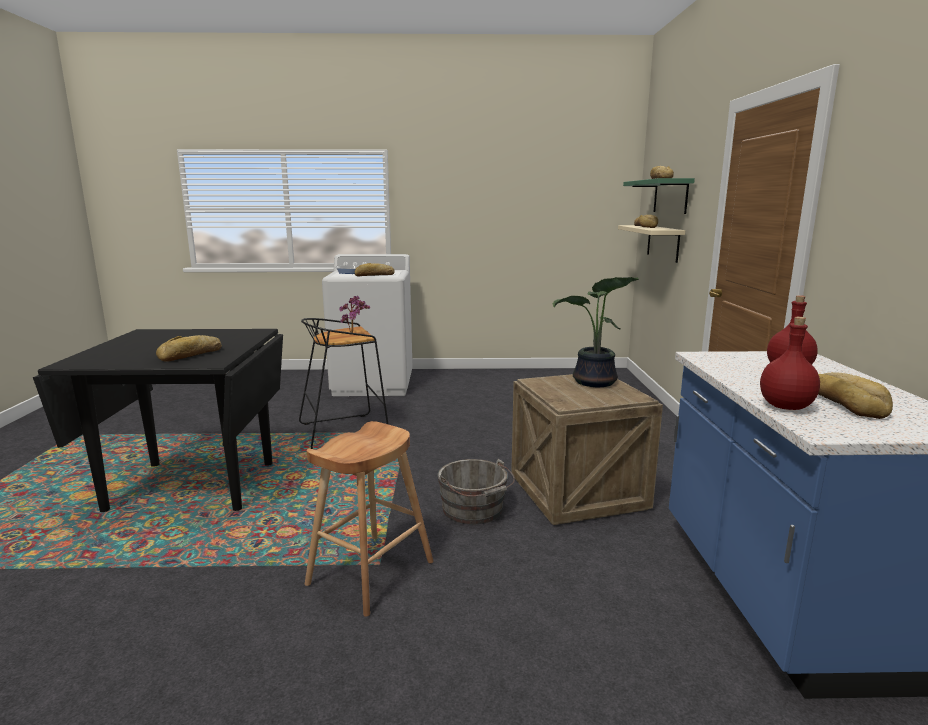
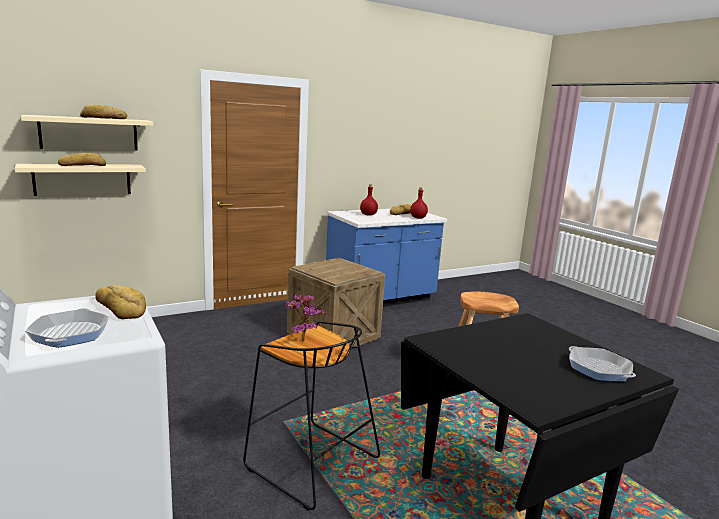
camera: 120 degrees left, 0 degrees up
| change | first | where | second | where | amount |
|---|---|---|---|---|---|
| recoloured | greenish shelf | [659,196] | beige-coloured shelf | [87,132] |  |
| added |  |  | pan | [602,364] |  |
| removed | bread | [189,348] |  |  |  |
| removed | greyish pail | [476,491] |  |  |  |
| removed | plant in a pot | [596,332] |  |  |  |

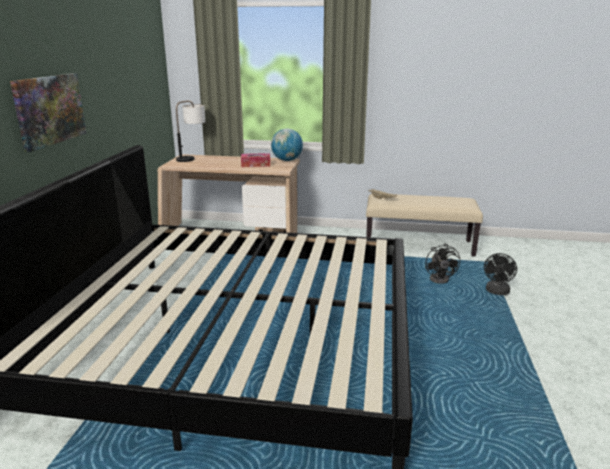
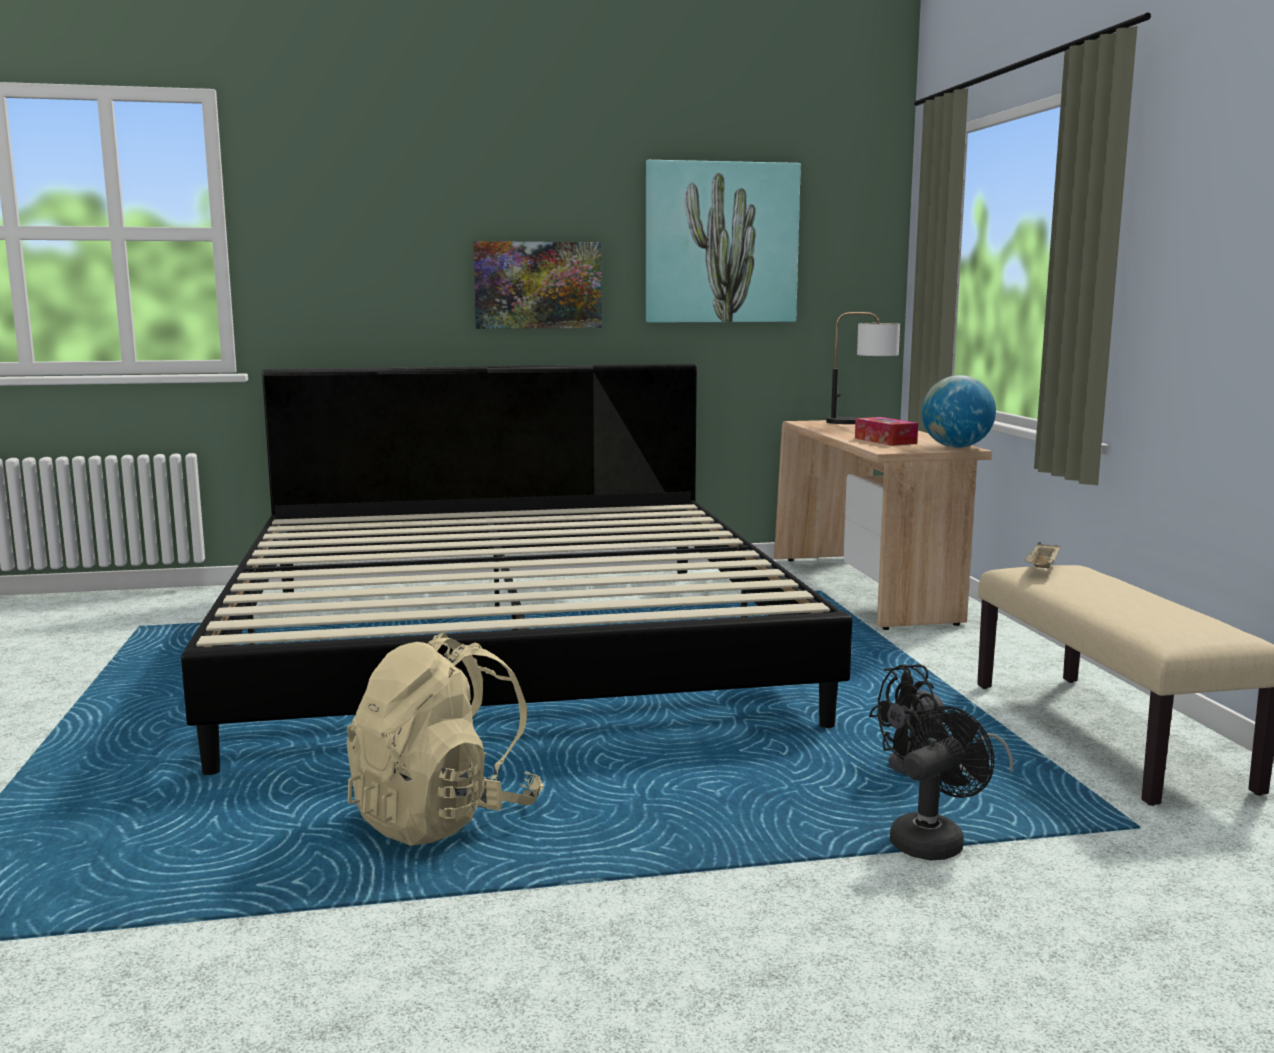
camera: 70 degrees right, 10 degrees down
| change | first | where | second | where | amount |
|---|---|---|---|---|---|
| added |  |  | beige-coloured backpack | [444,739] |  |
| added |  |  | picture | [723,241] |  |
| turned | black fan | [500,274] |  | [942,783] | 135 degrees clockwise |

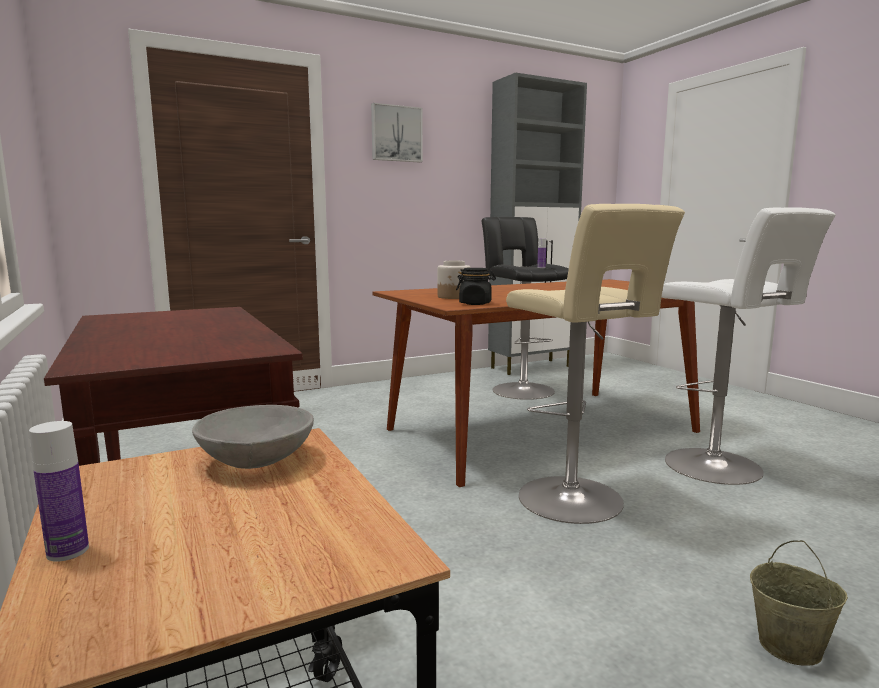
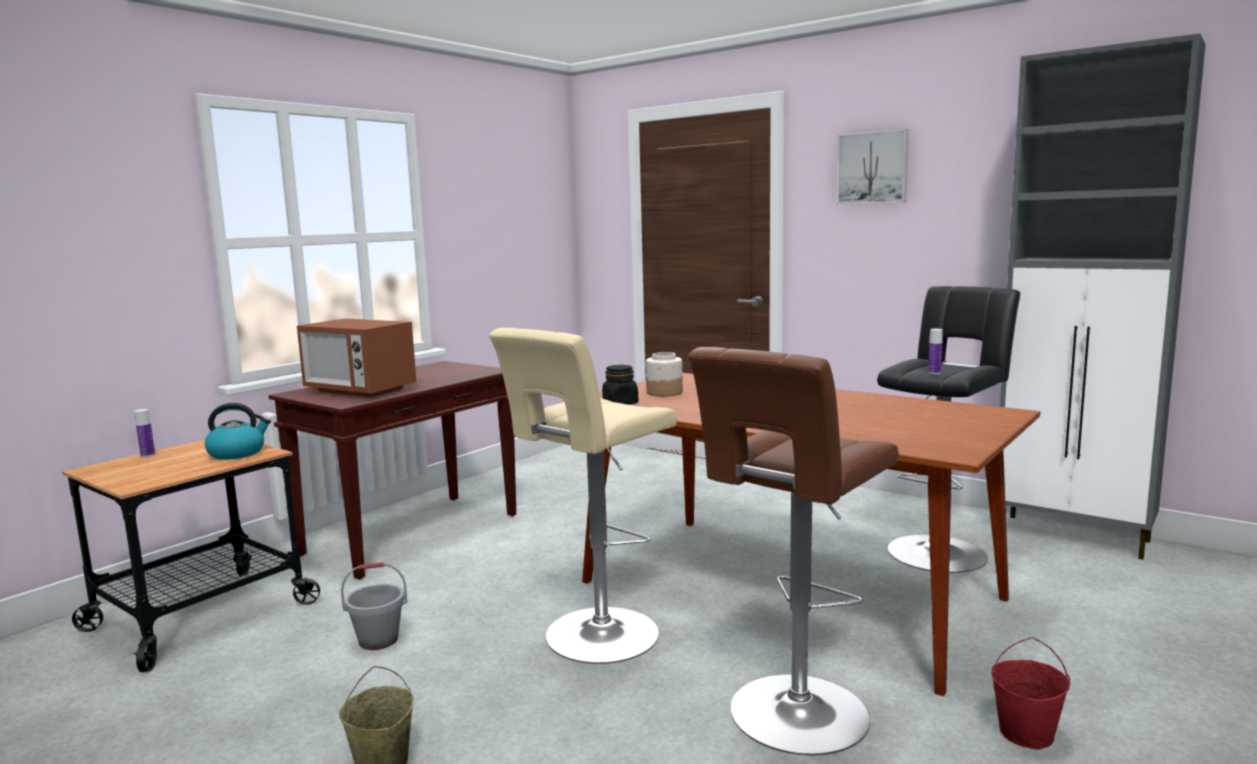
camera: 65 degrees right, 0 degrees up
| change | first | where | second | where | amount |
|---|---|---|---|---|---|
| replaced | greyish serving bowl | [253,437] | kettle | [238,431] |  |
| added |  |  | microwave oven | [357,357] |  |
| added |  |  | greyish pail | [374,606] |  |
| recoloured | whitish stool | [748,346] | brown stool | [793,551] |  |
| added |  |  | red pail | [1030,693] |  |

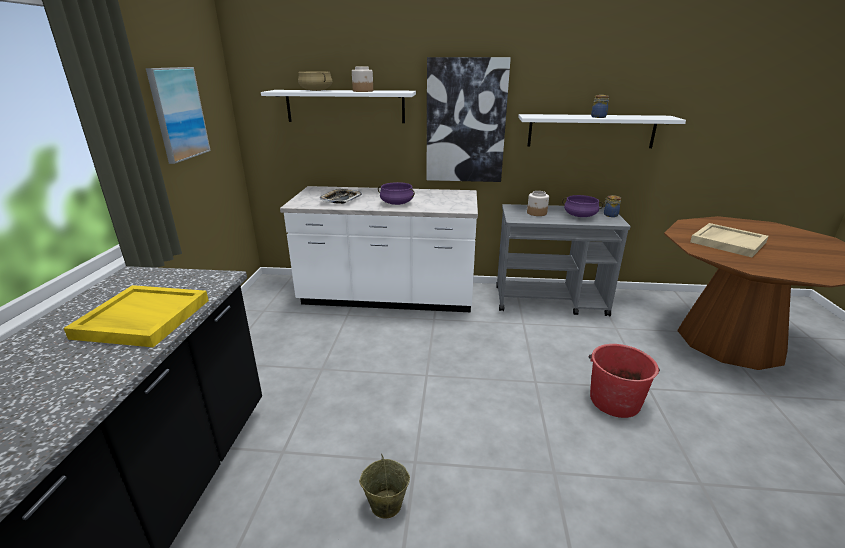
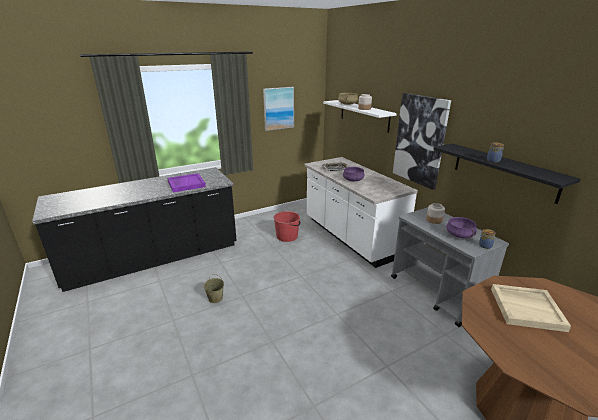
camera: 55 degrees right, 0 degrees up
| change | first | where | second | where | amount |
|---|---|---|---|---|---|
| recoloured | yellow-coloured tray | [136,316] | purple-coloured tray | [187,182] |  |
| moved | red pail | [624,381] |  | [287,226] |  |
| recoloured | whitish shelf | [602,131] | black shelf | [507,173] |  |

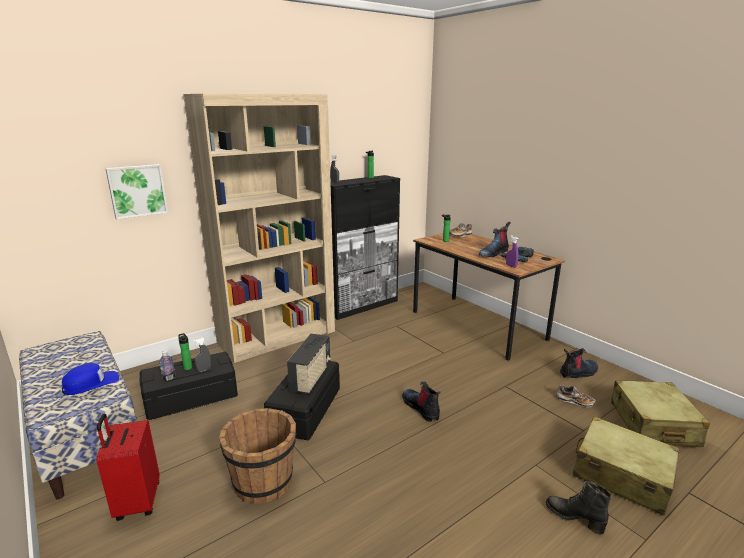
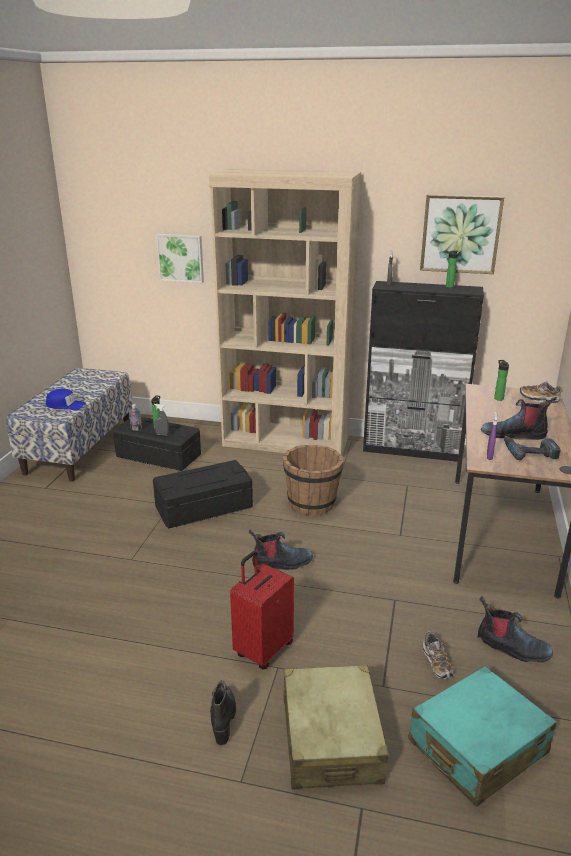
camera: 50 degrees right, 5 degrees up
| change | first | where | second | where | amount |
|---|---|---|---|---|---|
| moved | red piece of luggage | [128,467] |  | [262,610] |  |
| turned | boot | [421,401] |  | [281,550] | 60 degrees clockwise |
| moved | brown pail | [257,456] |  | [313,480] |  |
| recoloured | beige-coloured piece of luggage | [660,413] | blue-green piece of luggage | [482,736] |  |
| added |  |  | picture | [462,234] |  |
| removed | radio | [309,364] |  |  |  |

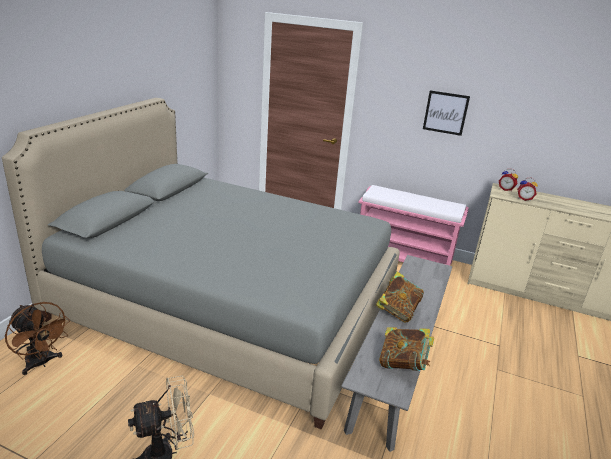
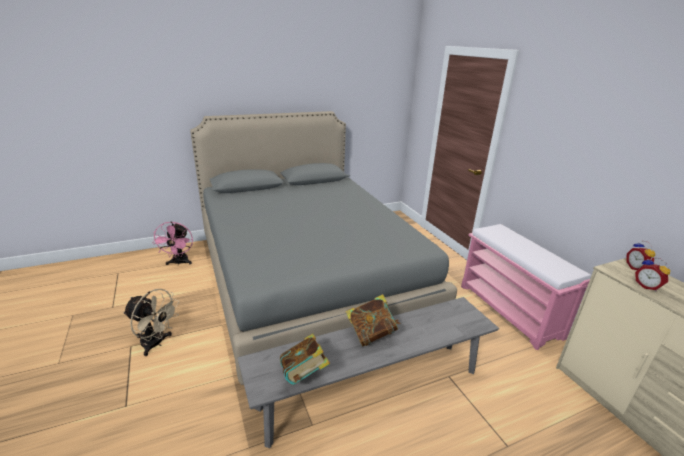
camera: 45 degrees right, 0 degrees up
| change | first | where | second | where | amount |
|---|---|---|---|---|---|
| recoloured | brown fan | [37,338] | pinkish fan | [172,243] |  |
| removed | picture | [446,113] |  |  |  |

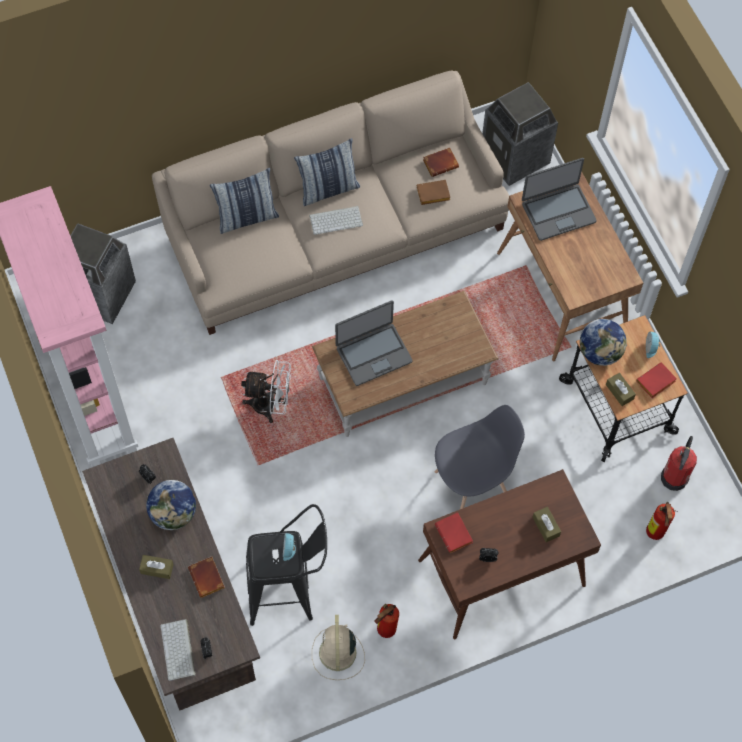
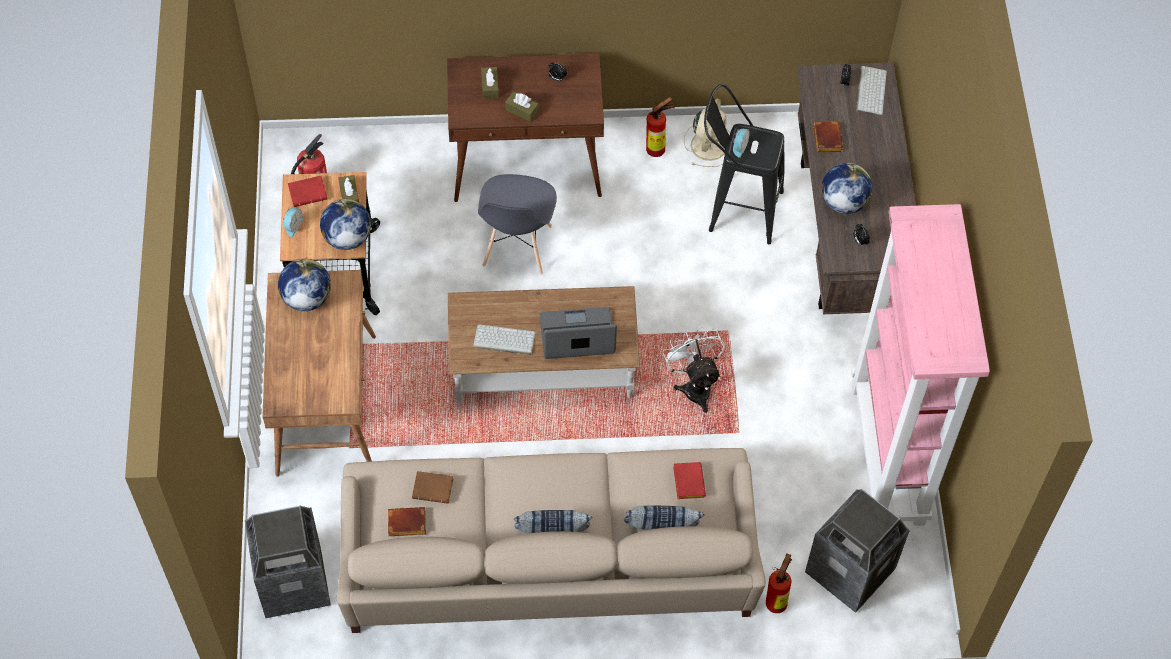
camera: 160 degrees left, 5 degrees down
| change | first | where | second | where | amount |
|---|---|---|---|---|---|
| added |  |  | globe | [304,285] |  |
| moved | PC keyboard | [336,220] |  | [504,339] |  |
| turned | greyish plain chair | [479,457] |  | [517,224] | 75 degrees counterclockwise |
| moved | brown tissue box | [156,567] |  | [522,106] |  |
| turned | whitish fan | [266,391] |  | [694,369] | 45 degrees clockwise |
| moved | red bound book | [454,532] |  | [689,480] |  |
| moved | extinguisher | [662,521] |  | [779,583] |  |
| removed | portable computer | [559,199] |  |  |  |

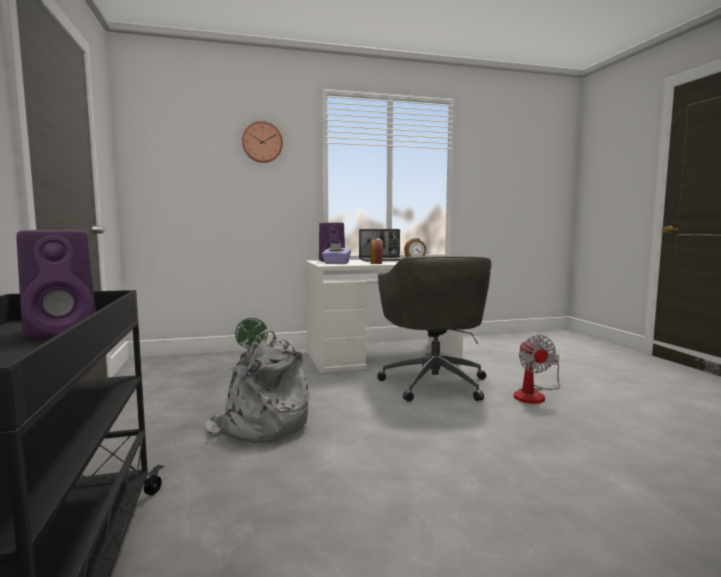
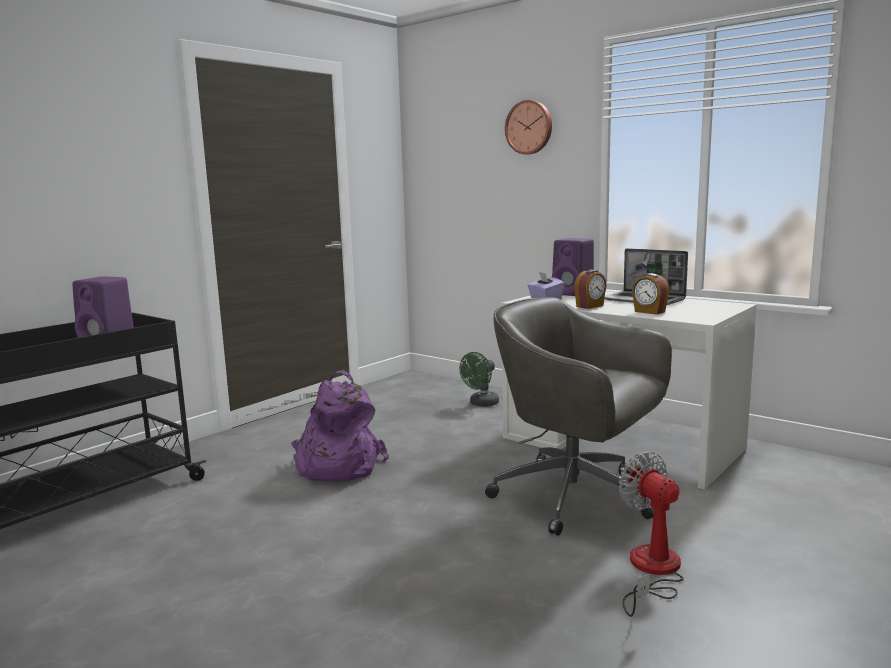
camera: 55 degrees right, 5 degrees up
| change | first | where | second | where | amount |
|---|---|---|---|---|---|
| recoloured | greyish backpack | [257,386] | purple-coloured backpack | [340,426] |  |
| turned | greyish computer chair | [434,329] |  | [578,416] | 75 degrees clockwise |
| turned | fan | [537,369] |  | [651,534] | 105 degrees clockwise |

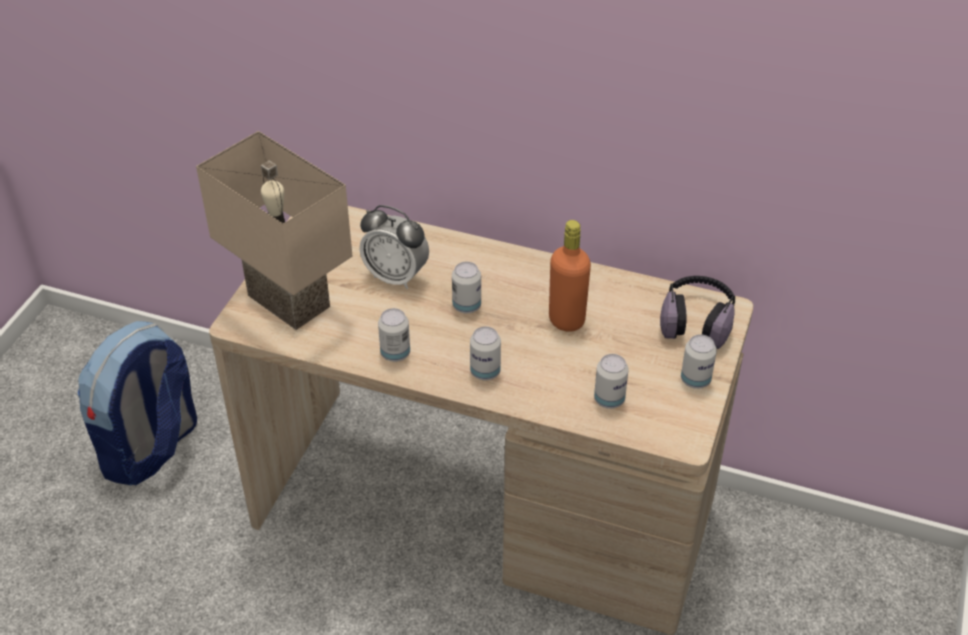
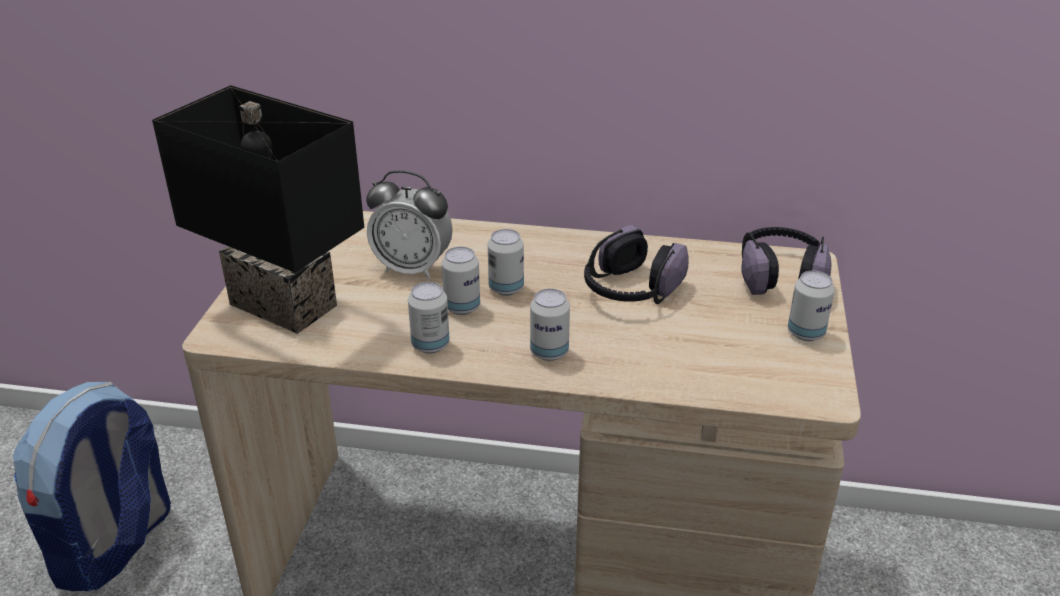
camera: 10 degrees left, 10 degrees down
| change | first | where | second | where | amount |
|---|---|---|---|---|---|
| recoloured | beige-coloured lamp for a table | [274,230] | black lamp for a table | [258,209] |  |
| moved | sealed can | [611,381] |  | [461,281] |  |
| replaced | orange-coloured bottle | [570,276] | headset | [636,264] |  |

